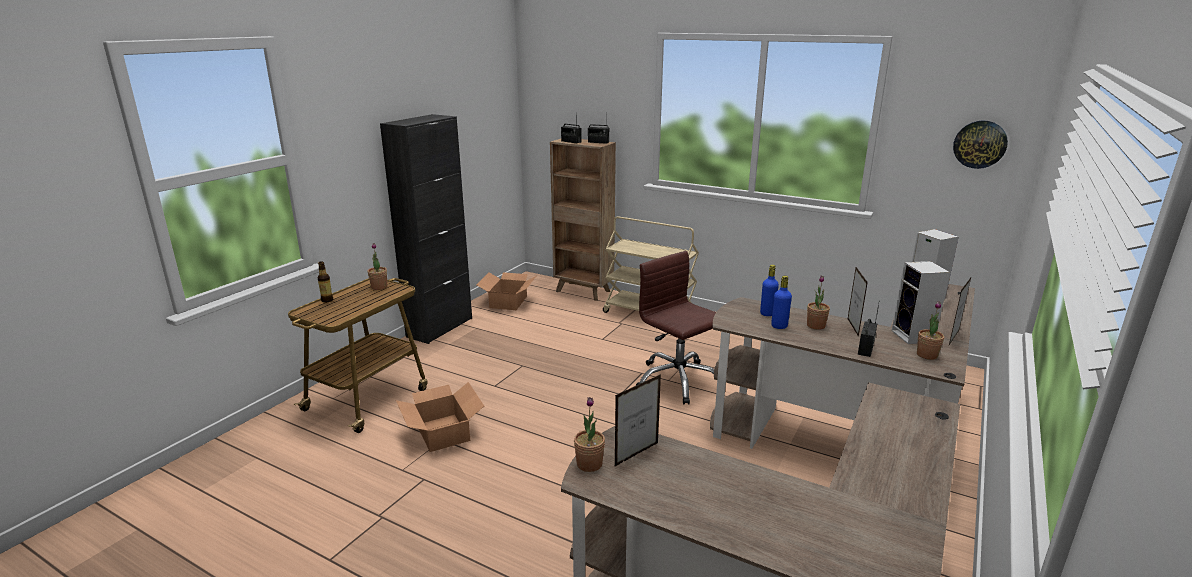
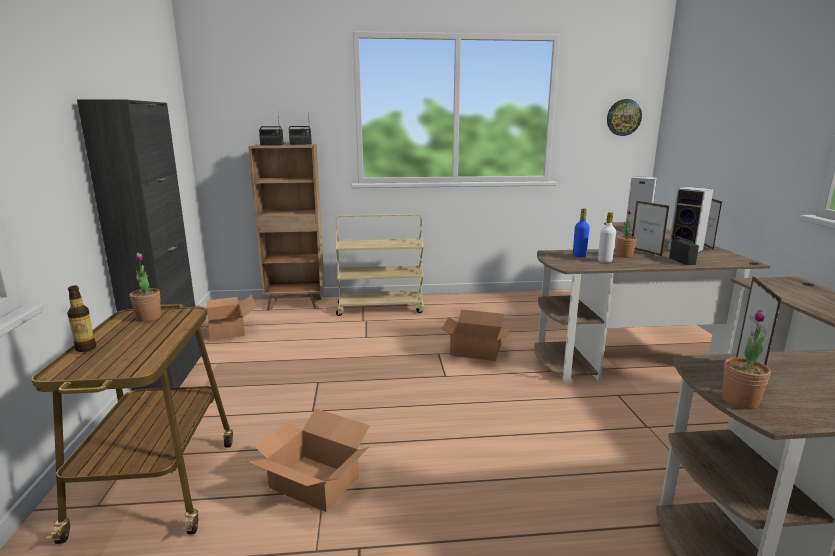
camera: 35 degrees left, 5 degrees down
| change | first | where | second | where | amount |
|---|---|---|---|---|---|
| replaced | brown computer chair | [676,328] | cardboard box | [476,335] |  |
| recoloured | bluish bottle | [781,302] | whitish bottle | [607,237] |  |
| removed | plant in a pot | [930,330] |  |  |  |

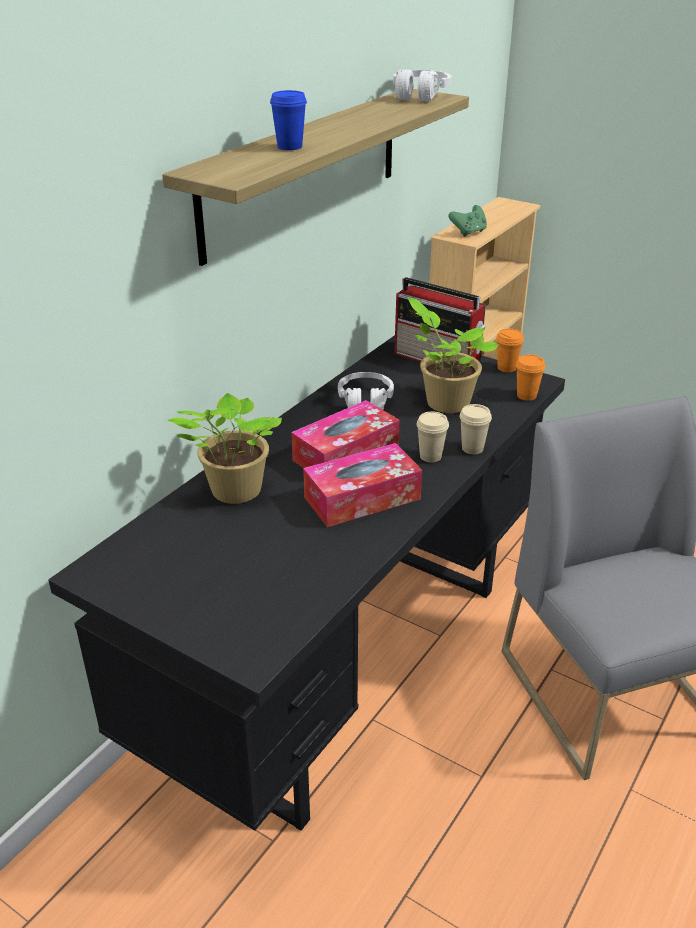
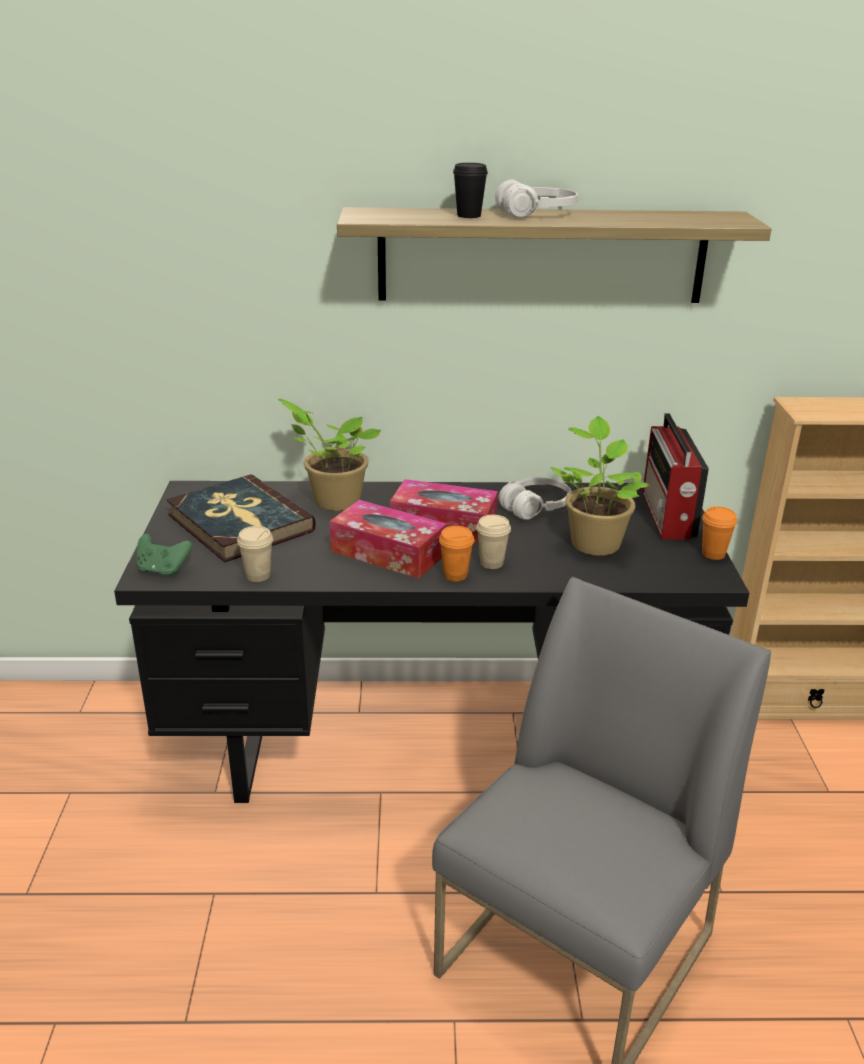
camera: 55 degrees right, 5 degrees down
| change | first | where | second | where | amount |
|---|---|---|---|---|---|
| moved | greenish joypad | [467,221] |  | [164,555] |  |
| added |  |  | bound book | [241,518] |  |
| moved | beige-coloured small cup | [475,429] |  | [255,554] |  |
| moved | orange-coloured small cup | [530,377] |  | [456,554] |  |
| recoloured | bluish small cup | [288,120] | black small cup | [470,190] |  |
| moved | whitish headset | [422,85] |  | [536,198] |  |

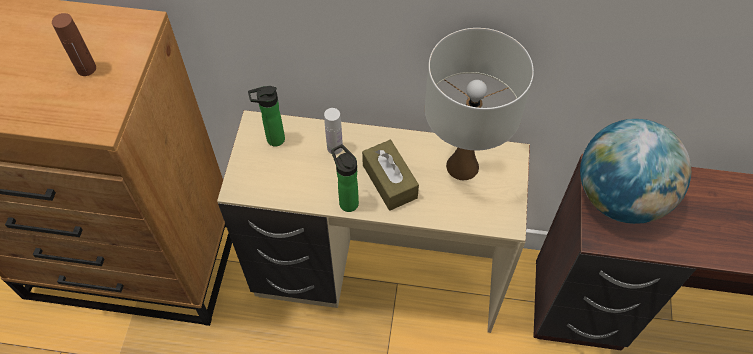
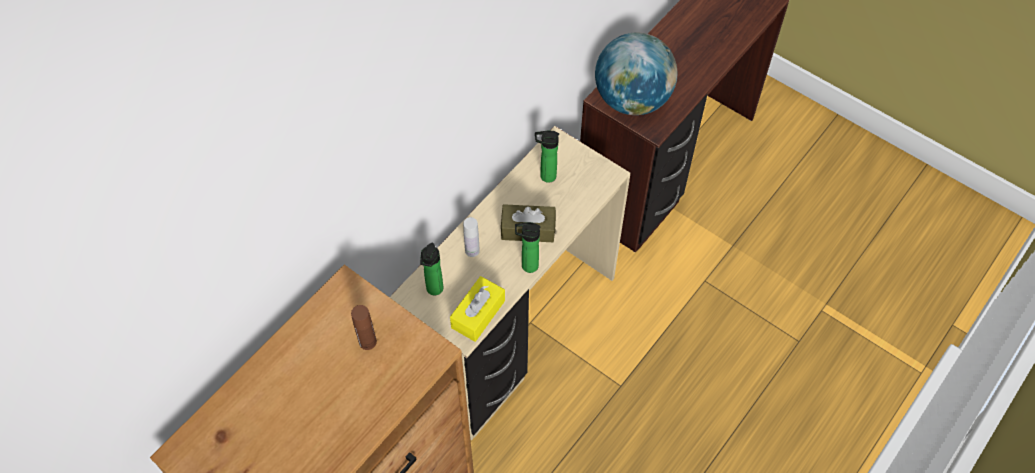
camera: 60 degrees left, 0 degrees up
| change | first | where | second | where | amount |
|---|---|---|---|---|---|
| added |  |  | yellow-coloured tissue box | [477,309] |  |
| replaced | whitish lamp for a table | [479,104] | bottle | [547,156] |  |

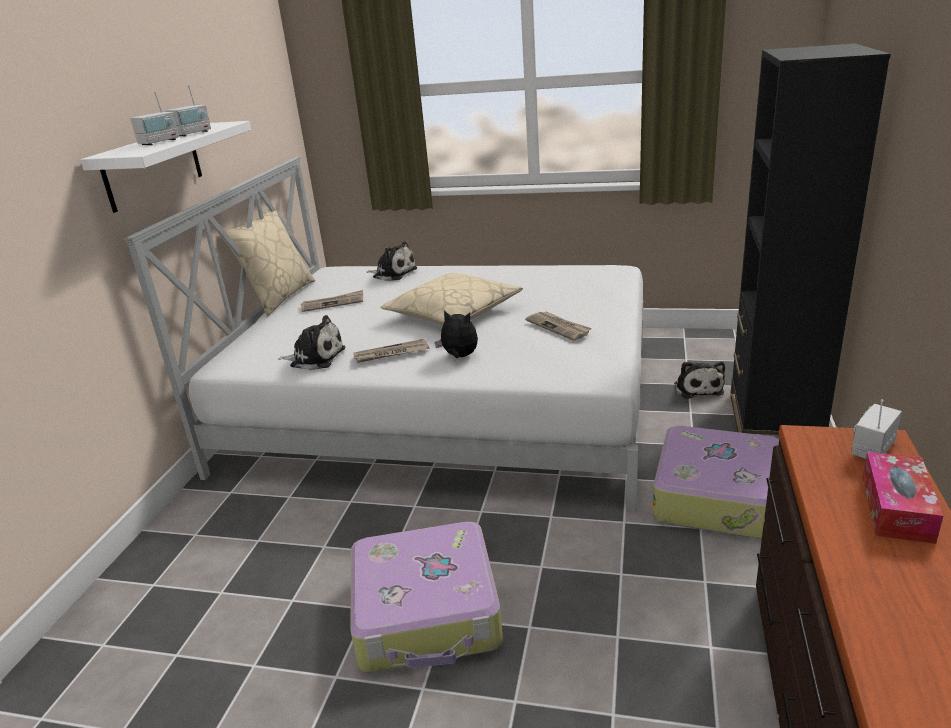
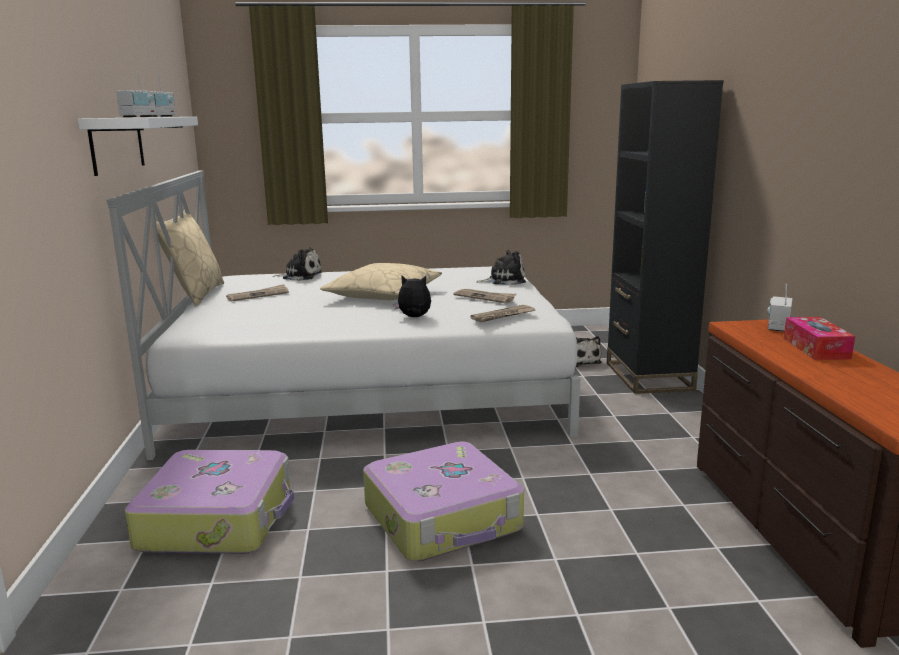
camera: 20 degrees left, 10 degrees down
| change | first | where | second | where | amount |
|---|---|---|---|---|---|
| moved | piece of luggage | [716,482] |  | [209,502] |  |
| moved | daily paper | [391,351] |  | [502,313] |  |
| moved | soft toy | [311,342] |  | [501,267] |  |

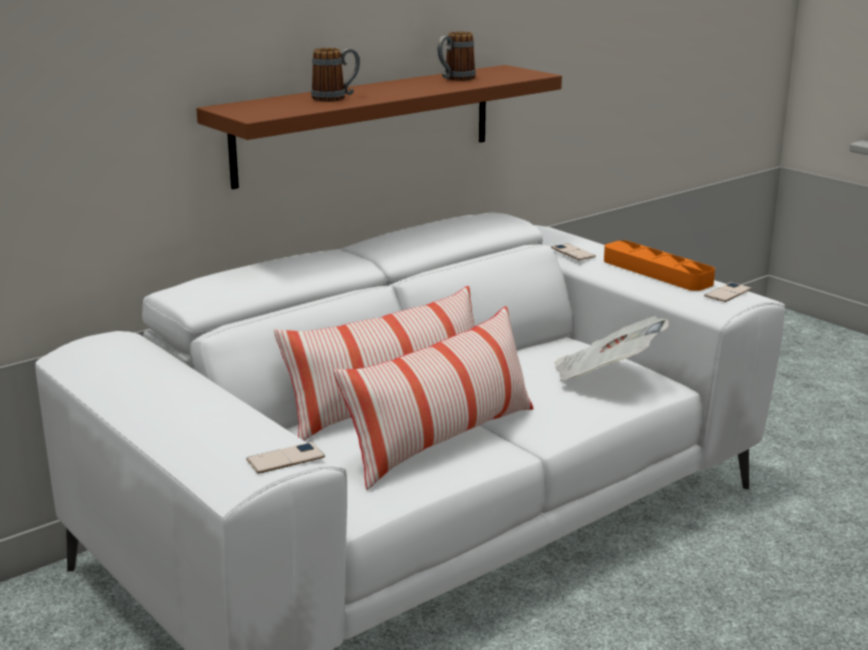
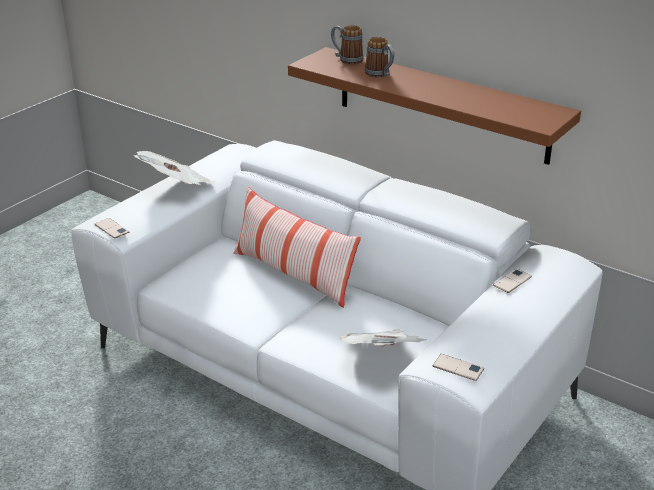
camera: 75 degrees right, 10 degrees up
| change | first | where | second | where | amount |
|---|---|---|---|---|---|
| added |  |  | daily paper | [174,168] |  |
| moved | tea mug | [456,56] |  | [347,45] |  |
| removed | cushion | [433,398] |  |  |  |
| removed | orange-coloured tray | [659,265] |  |  |  |

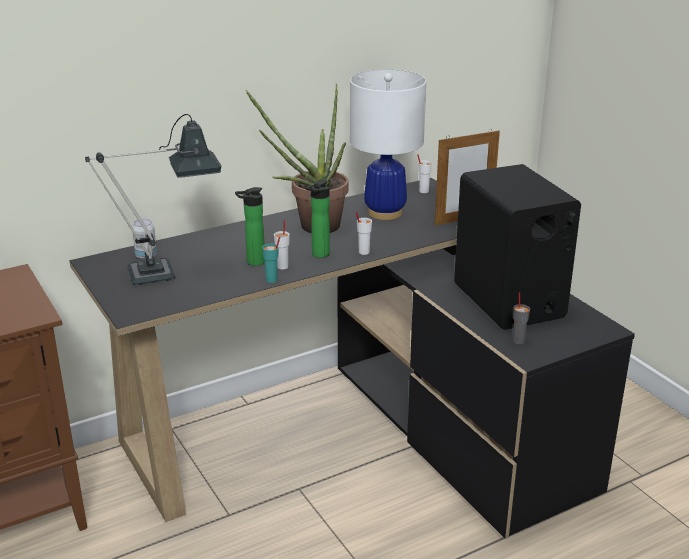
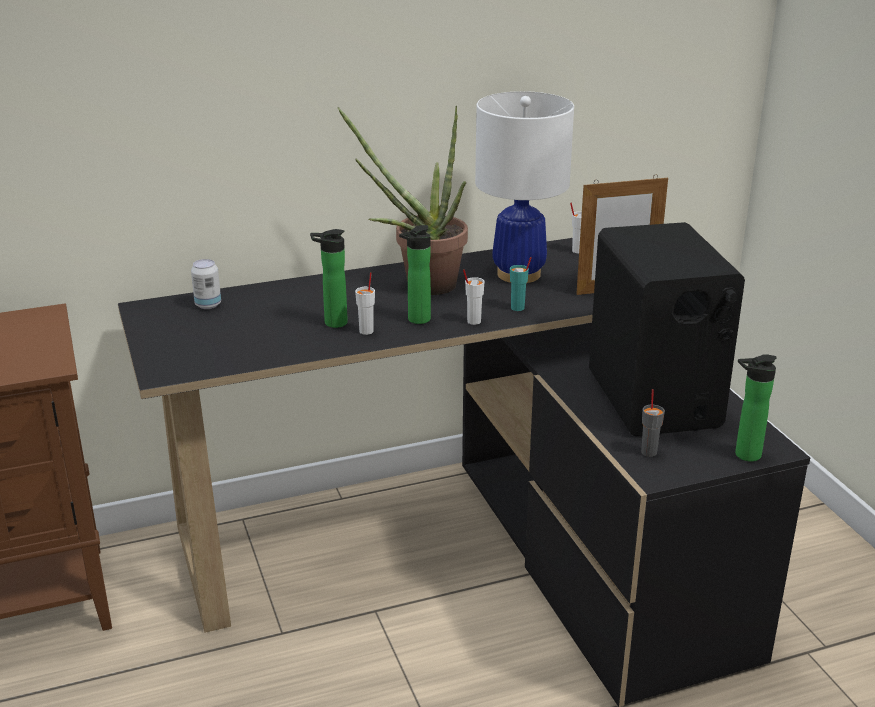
camera: 10 degrees right, 0 degrees up
| change | first | where | second | where | amount |
|---|---|---|---|---|---|
| moved | blue-green small cup | [271,260] |  | [521,284] |  |
| added |  |  | bottle | [756,408] |  |
| removed | lamp for a table | [153,199] |  |  |  |

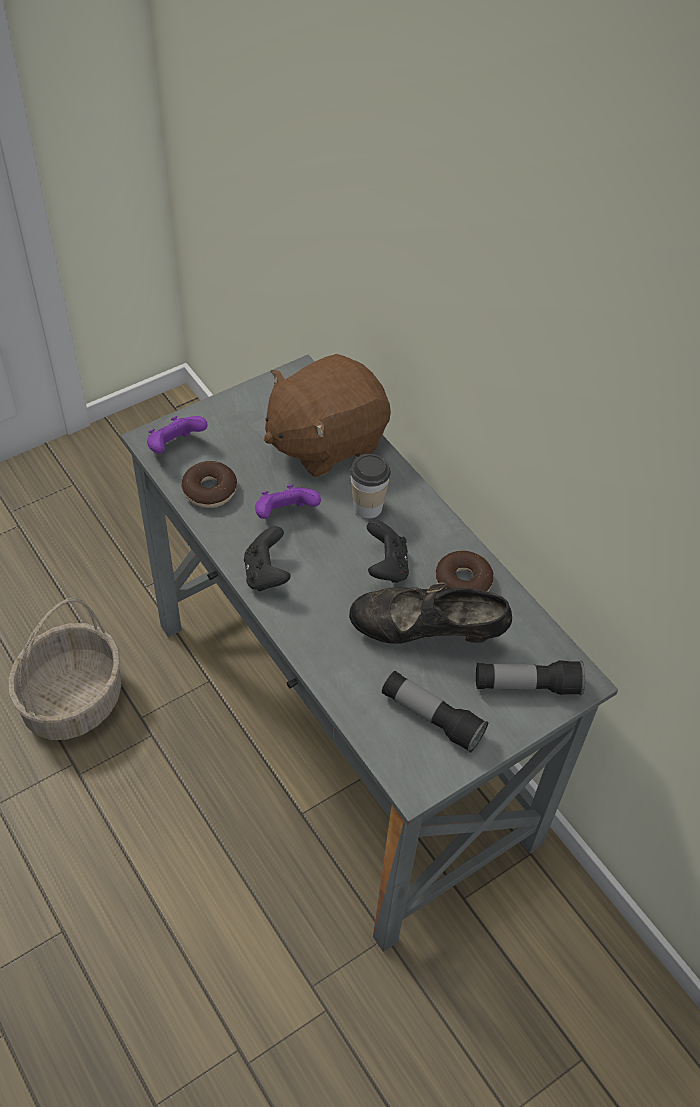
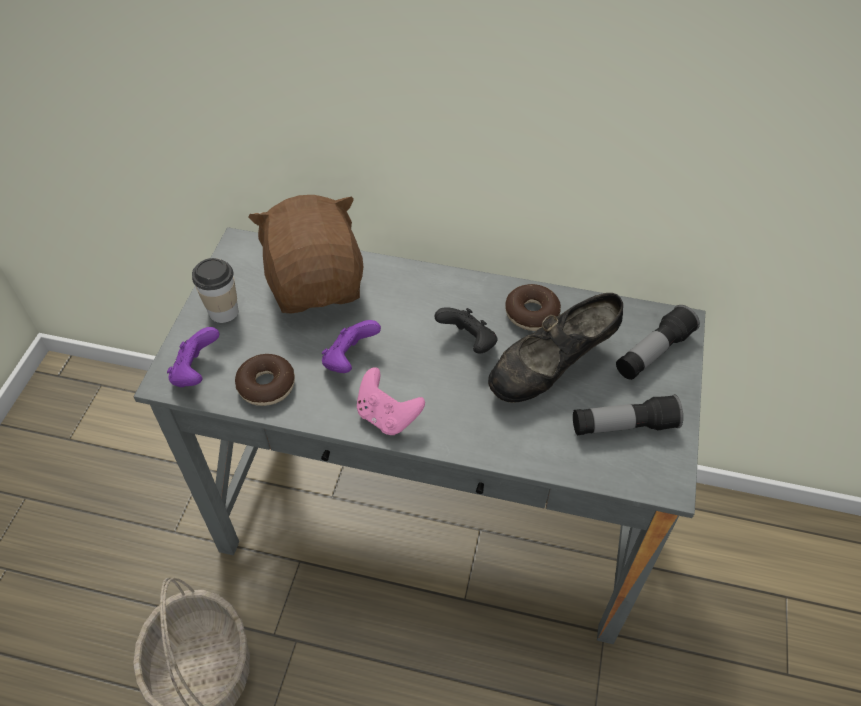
camera: 40 degrees left, 0 degrees up
| change | first | where | second | where | amount |
|---|---|---|---|---|---|
| moved | small cup | [370,486] |  | [215,290] |  |
| turned | brown soft toy | [327,416] |  | [306,254] | 150 degrees clockwise |
| recoloured | black joypad | [267,558] | pinkish joypad | [391,401] |  |

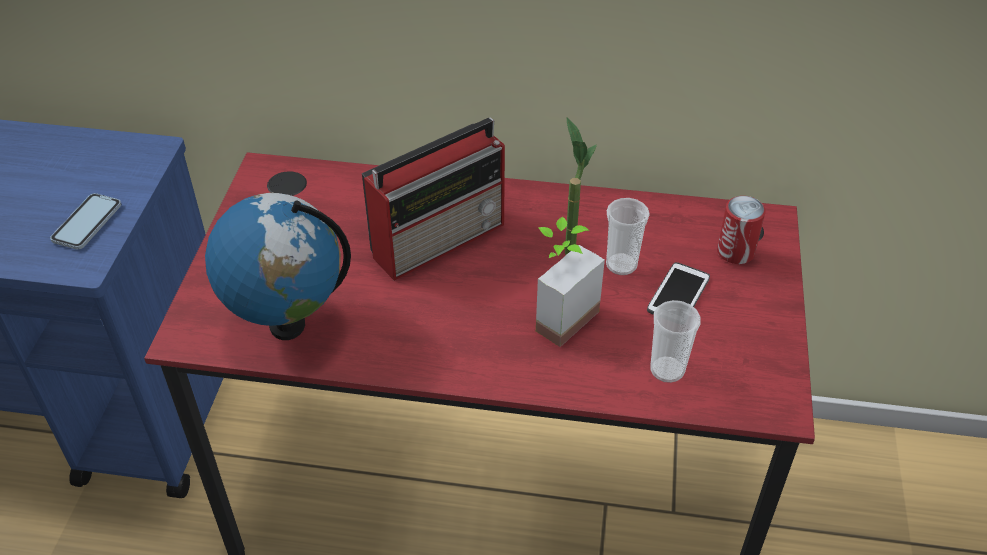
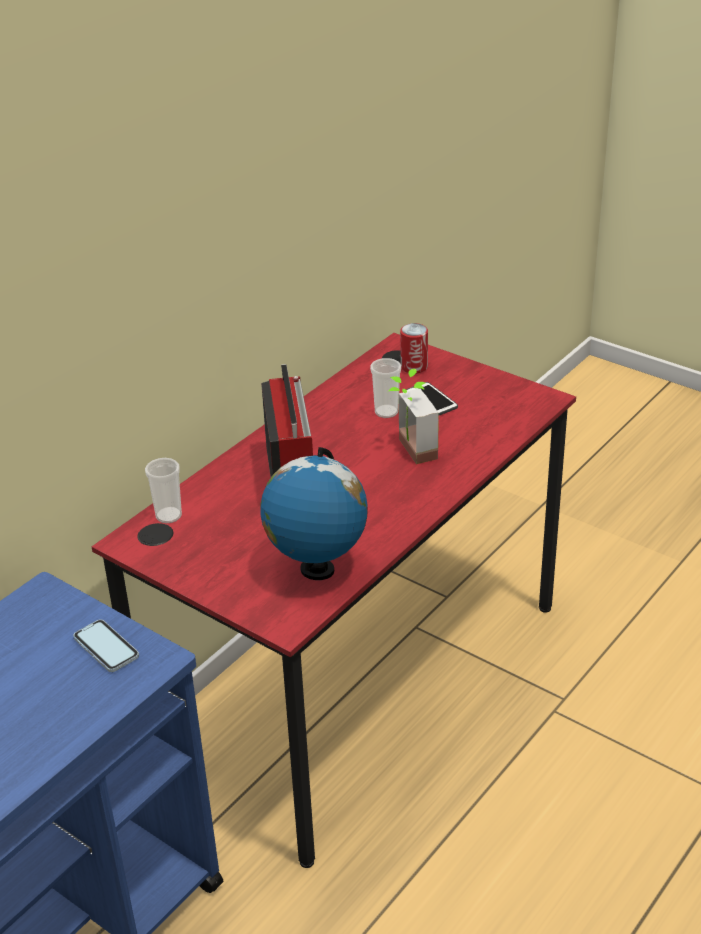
camera: 60 degrees left, 10 degrees down
| change | first | where | second | where | amount |
|---|---|---|---|---|---|
| moved | small cup | [675,341] |  | [163,490] |  |
| removed | plant in a pot | [581,186] |  |  |  |

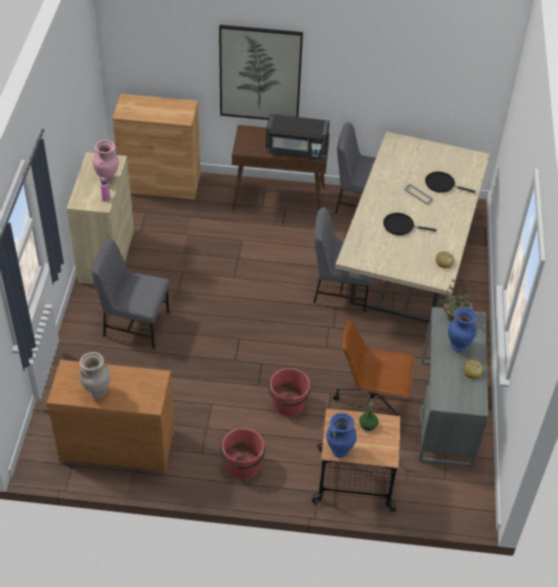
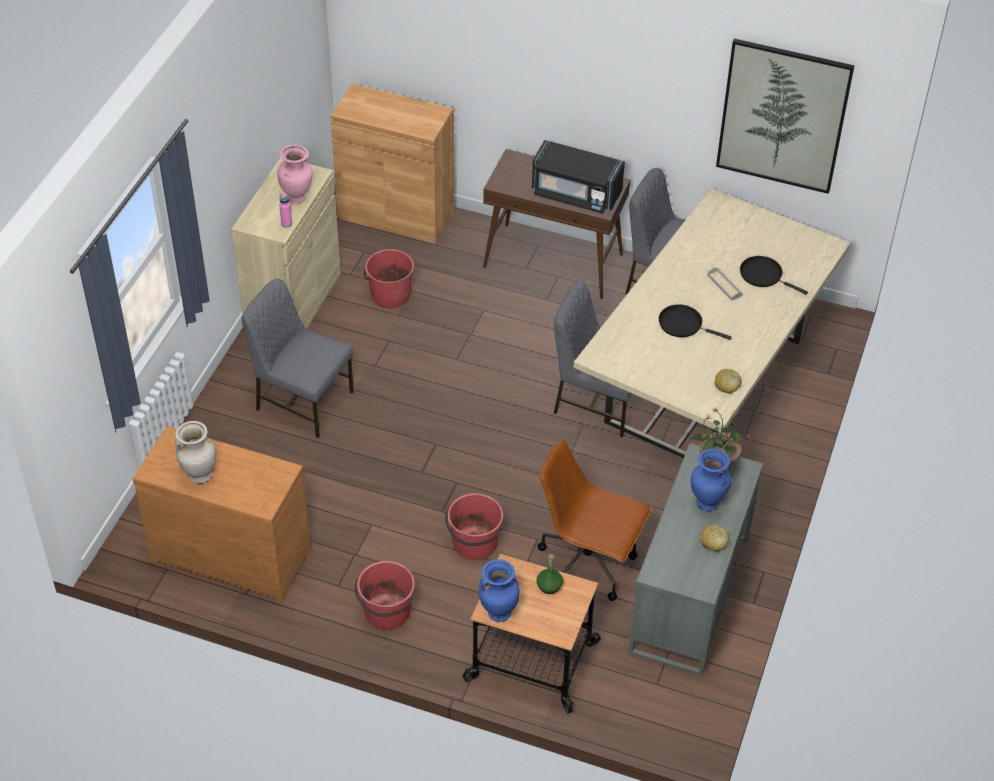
camera: 15 degrees right, 0 degrees up
| change | first | where | second | where | amount |
|---|---|---|---|---|---|
| added |  |  | red pail | [388,278] |  |
| moved | picture | [261,72] |  | [785,116] |  |

